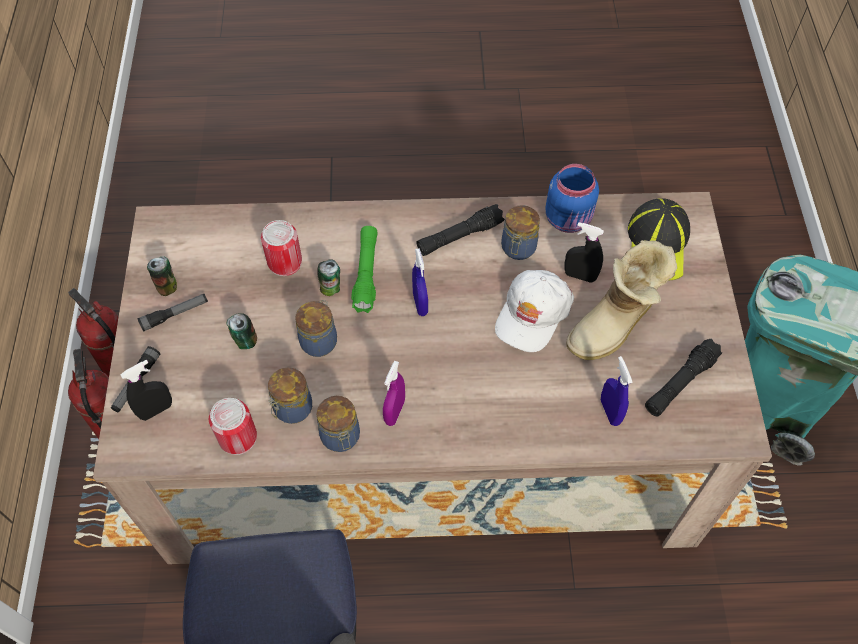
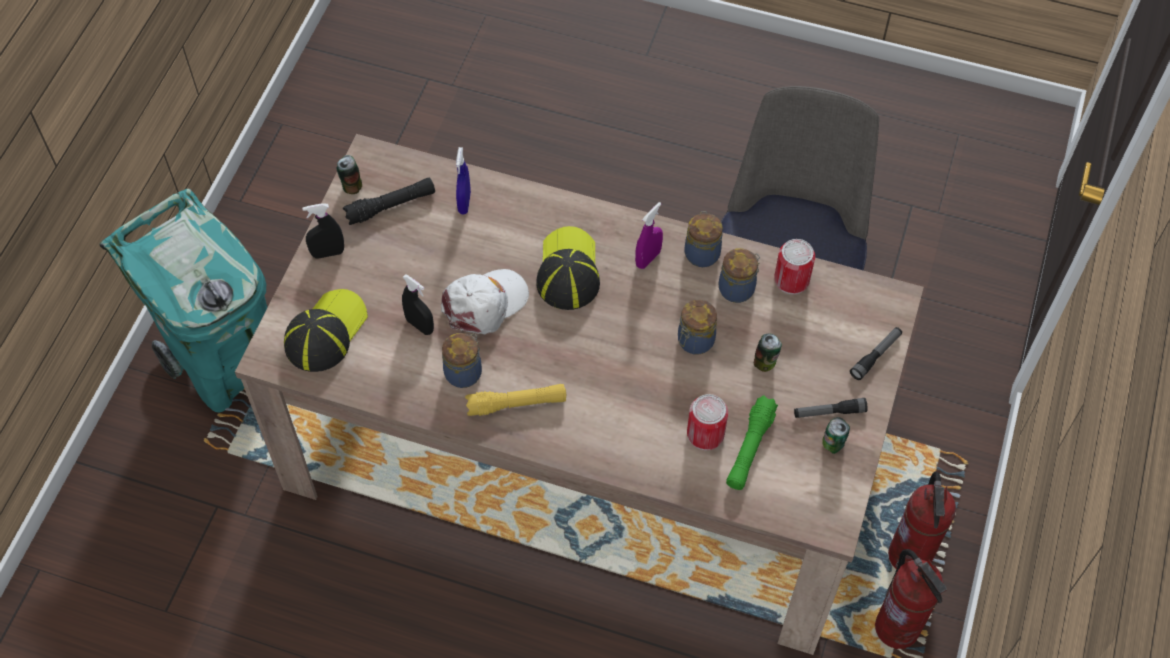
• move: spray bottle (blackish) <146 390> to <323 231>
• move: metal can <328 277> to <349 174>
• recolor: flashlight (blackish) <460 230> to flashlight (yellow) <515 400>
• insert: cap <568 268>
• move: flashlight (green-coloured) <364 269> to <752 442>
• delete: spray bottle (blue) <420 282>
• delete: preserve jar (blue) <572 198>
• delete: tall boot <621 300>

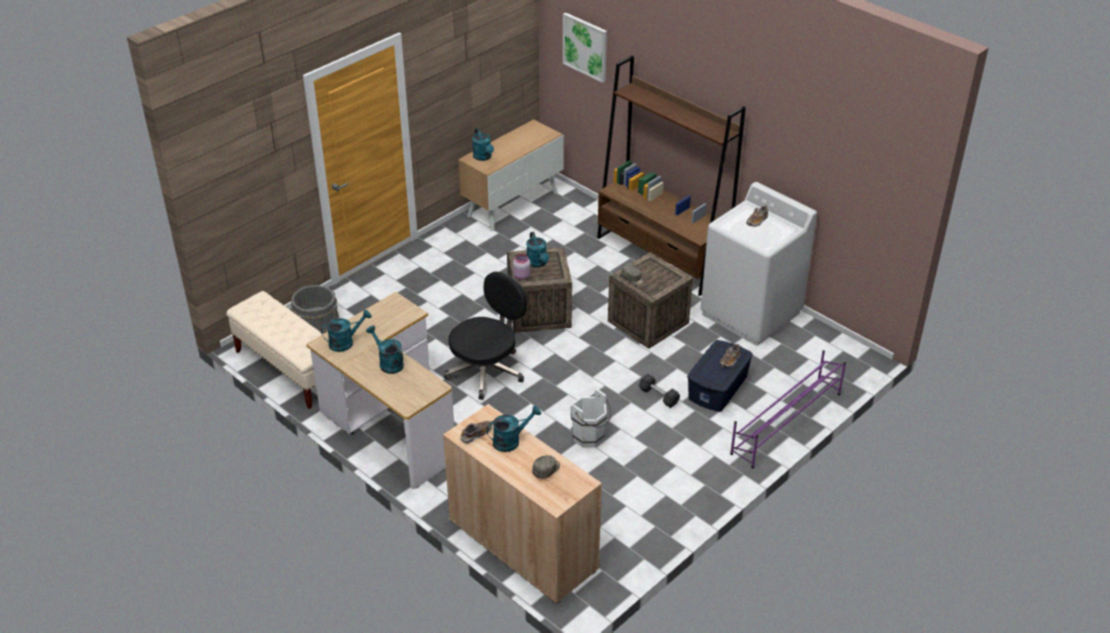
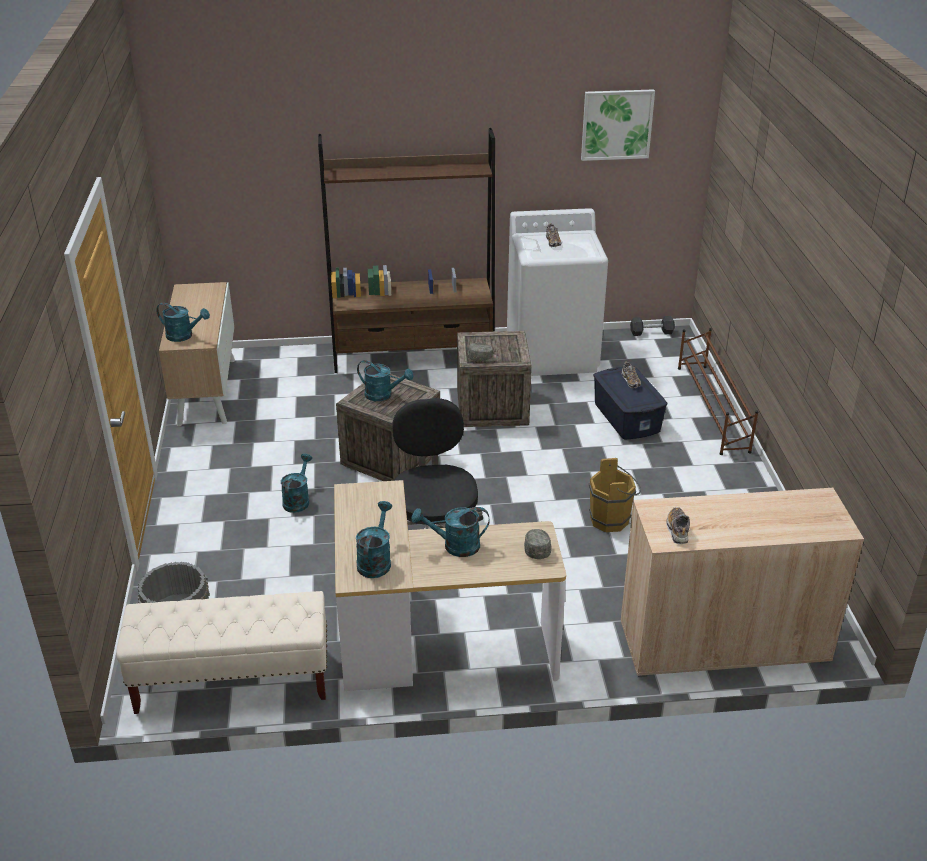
• move: sprinkling can (turquoise) <513 429> to <296 483>
• move: cap (greyish) <546 467> to <537 544>
• move: wall art <585 48> to <618 125>
• recolor: bucket (whitish) <591 418> to bucket (brown-coloured) <615 495>
• move: free weight (blackish) <659 391> to <652 326>
• recolor: shoe shelf (purplish) <788 409> to shoe shelf (brown-coloured) <718 391>
• delete: preserve jar (pinkish) <522 267>

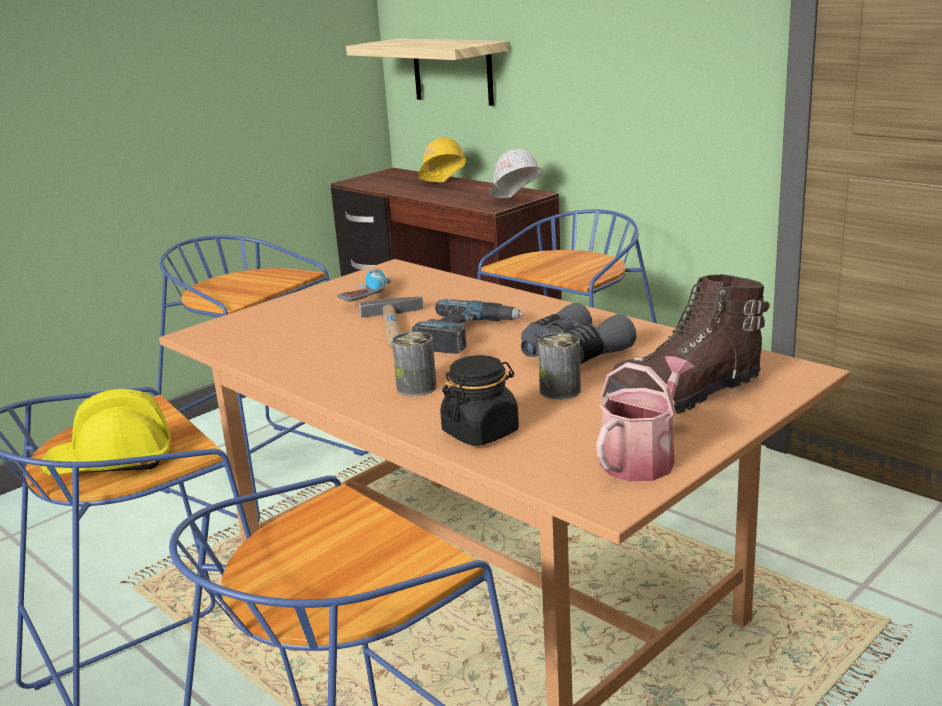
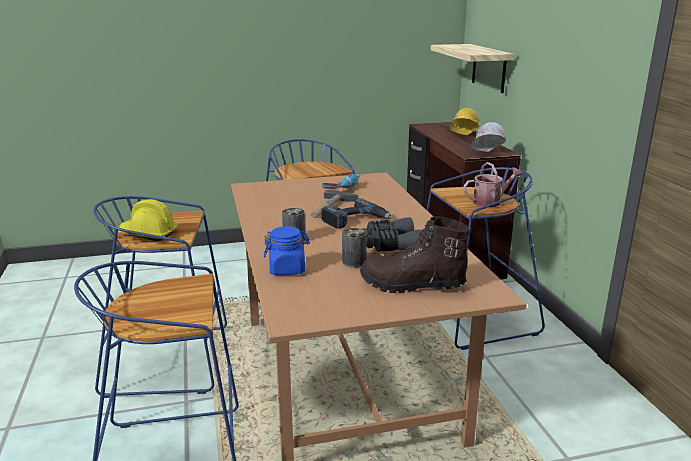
• recolor: preserve jar (blackish) <479 400> to preserve jar (blue) <287 250>
• move: sprinkling can <645 419> to <493 184>

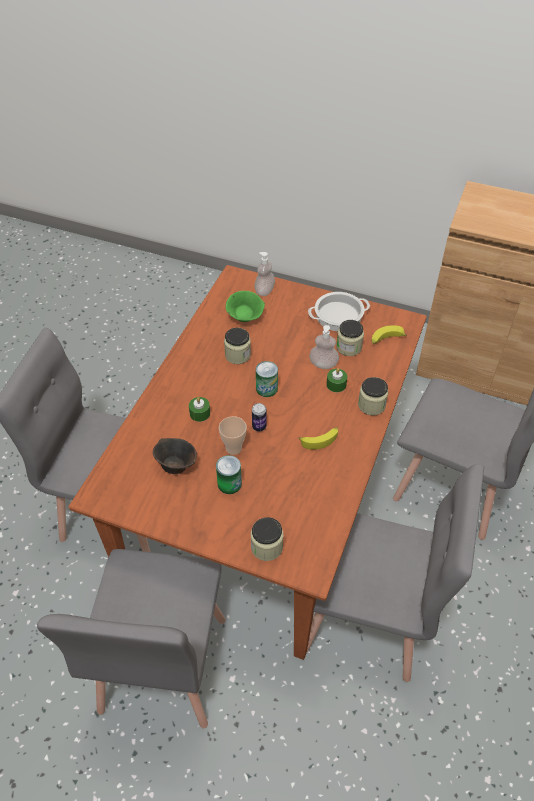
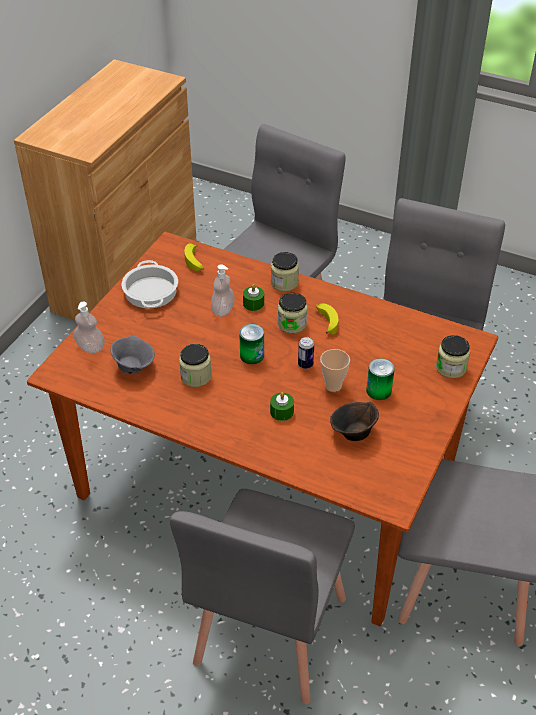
• recolor: bowl (green-coloured) <245 306> to bowl (greyish) <133 355>
• move: preserve jar <350 338> to <292 313>

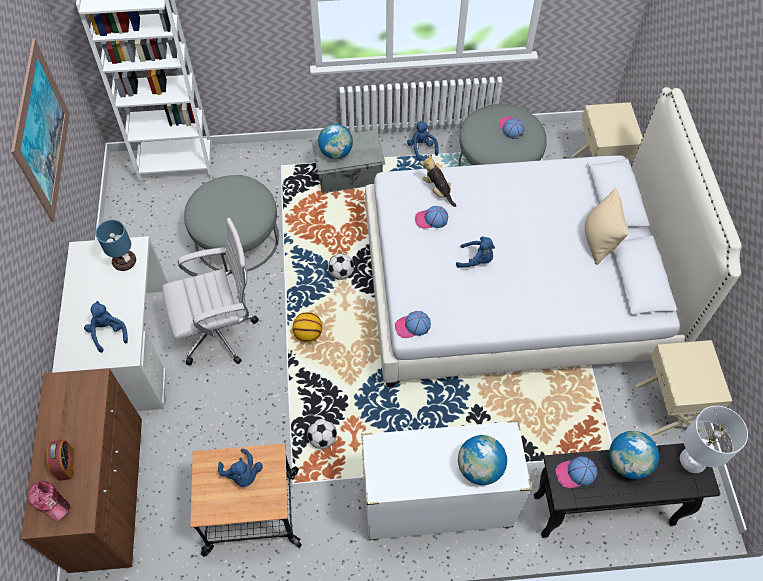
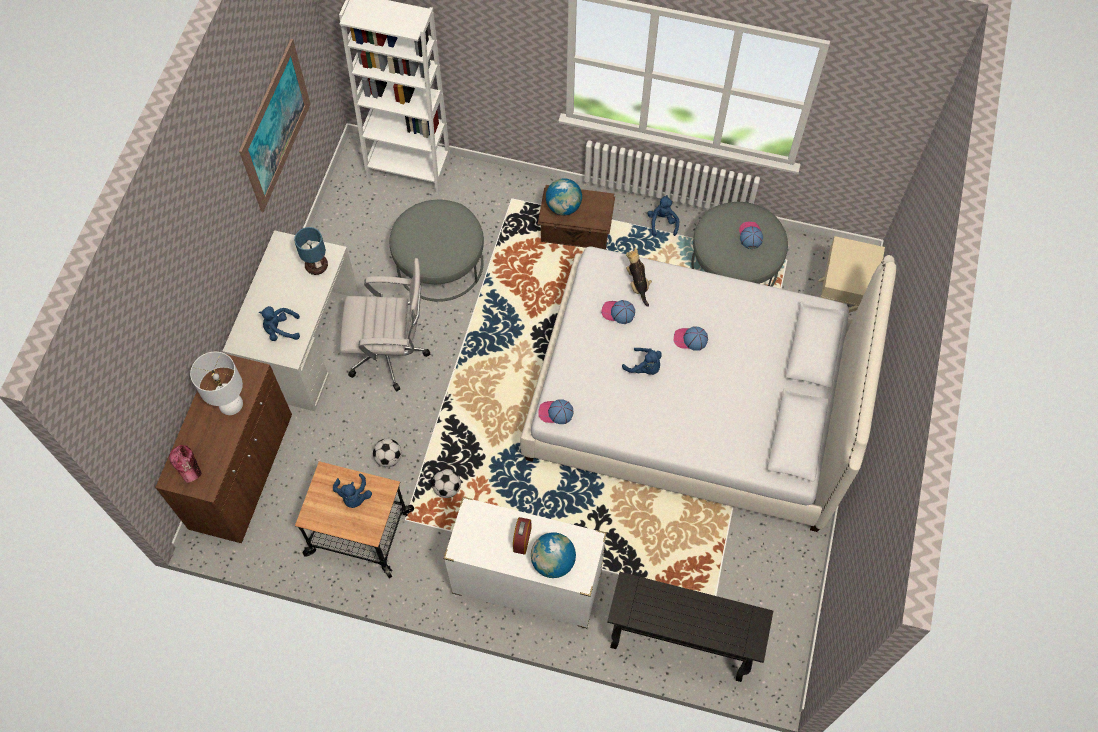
• move: tabletop lamp (whitish) <714 439> to <216 383>
• rotate: soft toy (blue) <106 327> = <279 323> 90 degrees counterclockwise
• move: ball for football <341 266> to <387 453>
• move: bedside clock <60 460> to <522 535>
• recolor: storage bin (greyish) <349 161> to storage bin (brown-coloured) <576 217>
• move: cap <576 472> to <691 339>
• delete: ball for basketball <307 327>
• delete: throw pillow (sand-coloured) <606 226>
• delete: world globe <634 455>
• delete: nightstand (sand-coloured) <684 388>

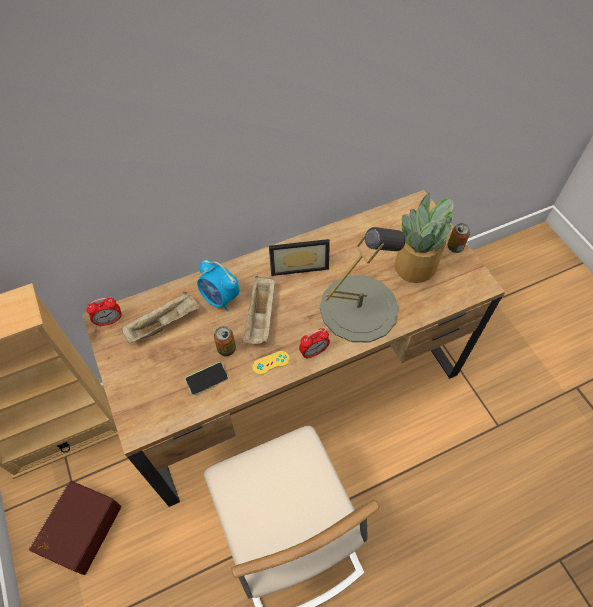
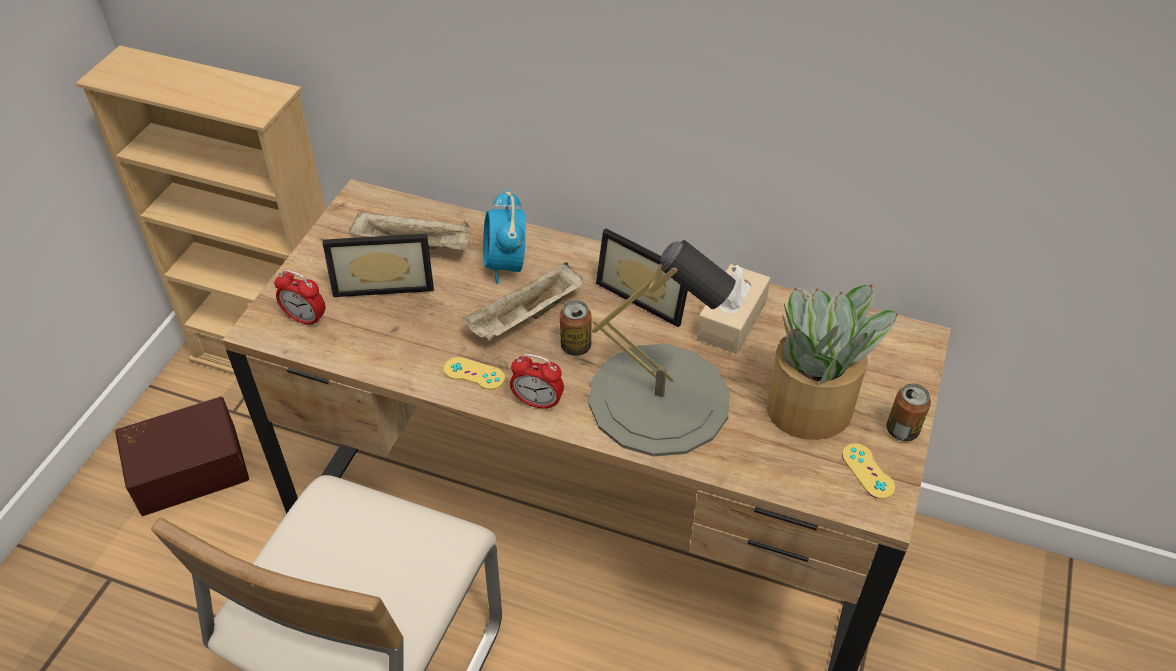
• move: bedside clock <104 312> to <299 298>
• insert: picture frame <378 265>
• move: metal can <225 341> to <576 328>
• insert: box of tissues (sand-coloured) <733 309>
• insert: gamepad (yellow) <868 471>
• delete: telephone <206 378>

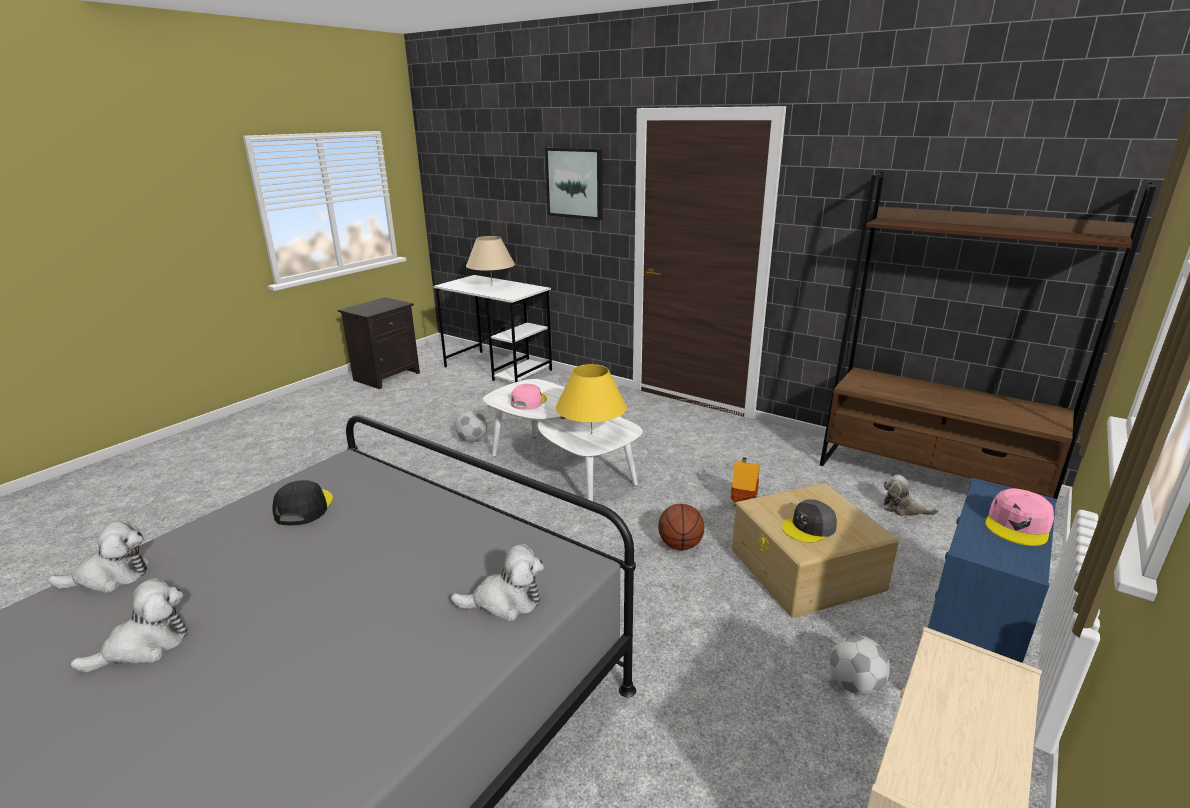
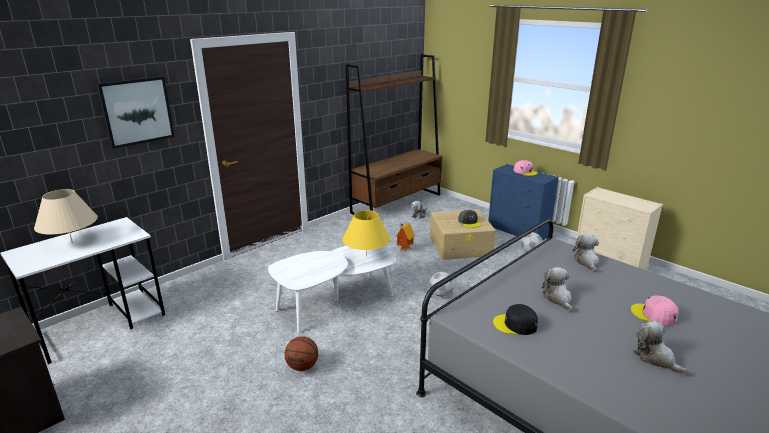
• move: ball for basketball <681 527> to <301 353>
• move: ball for football <471 426> to <441 284>
• move: soft toy <98 556> to <557 289>
• move: cap (pinkish) <529 397> to <655 311>

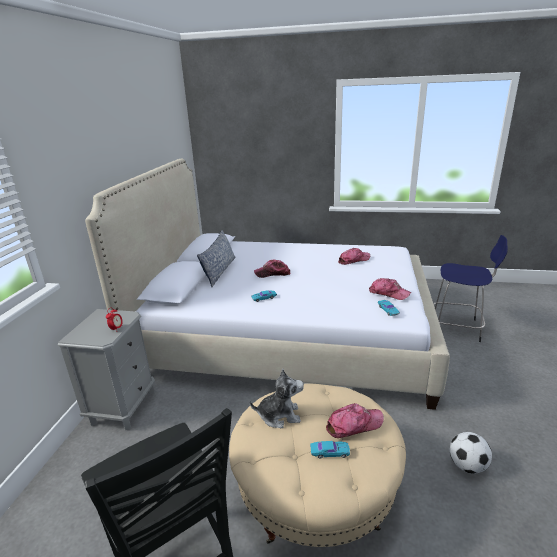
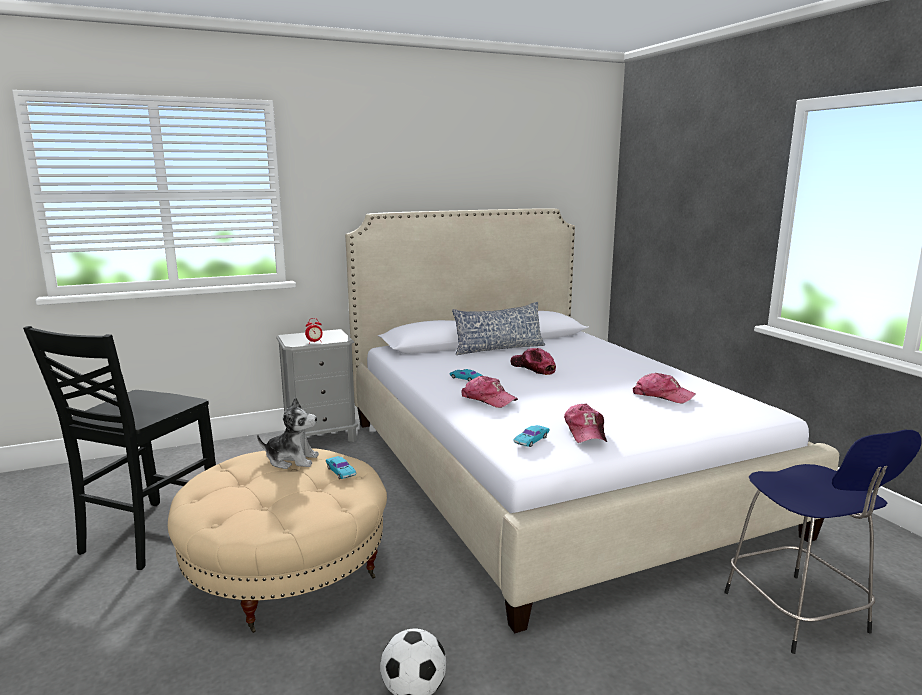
• rotate: soft toy <277 398> = <288 433> 45 degrees counterclockwise
• move: model car (turquoise) <330 450> to <341 467>
• move: cap <355 420> to <490 391>

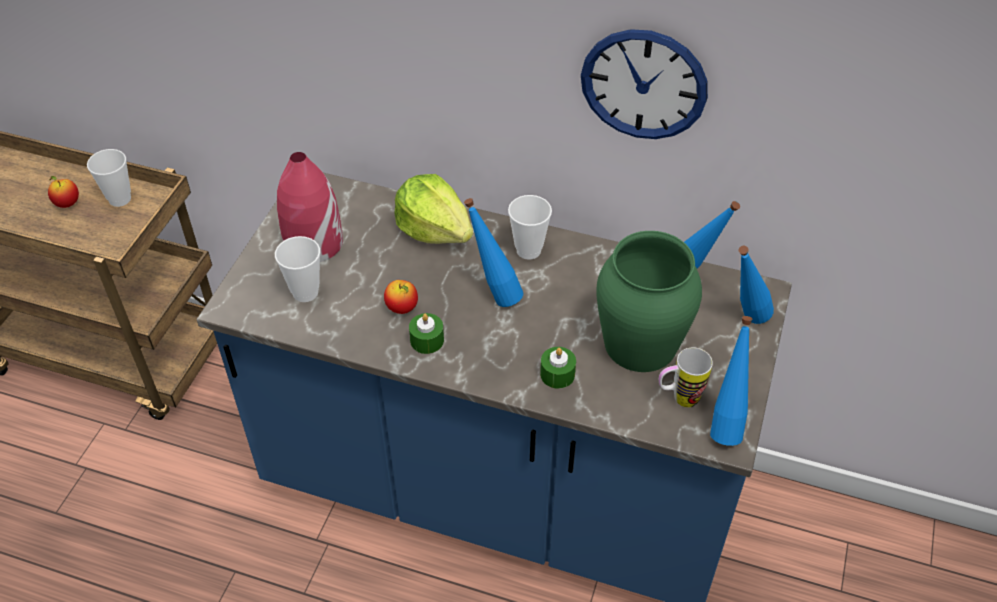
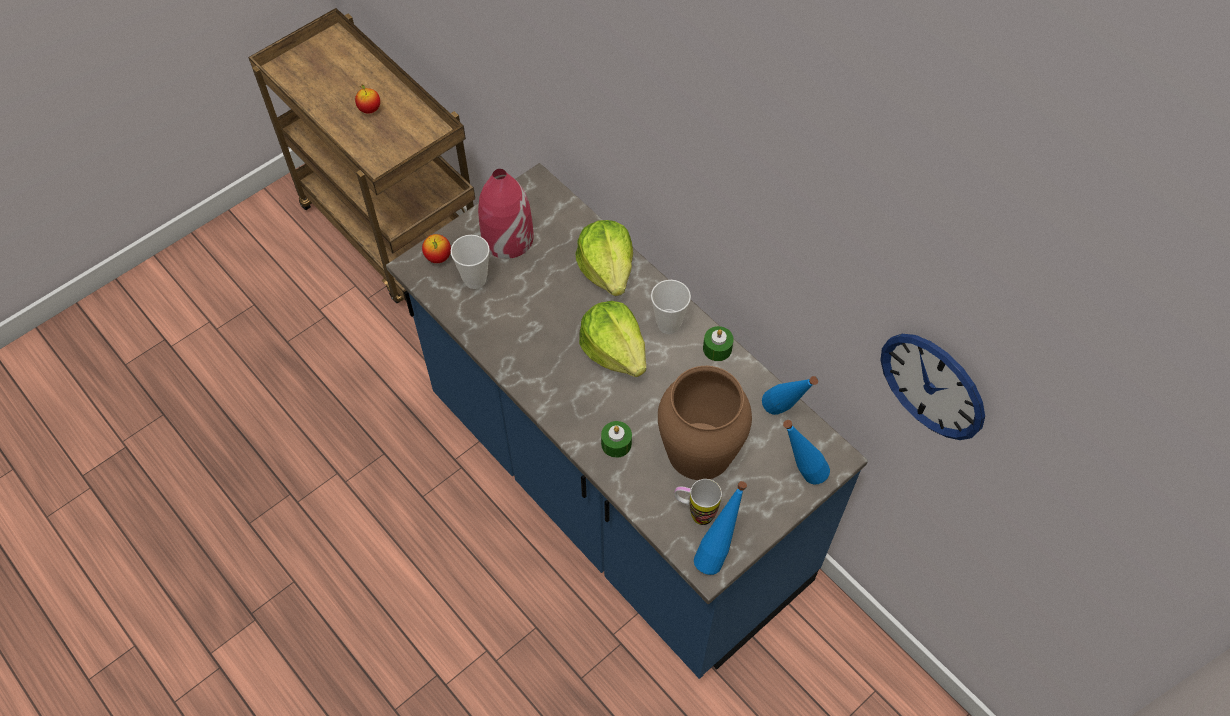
• move: whole apple <401 297> to <436 248>
• replace: bottle (blue) <493 252> to lettuce head <612 339>
• recolor: vase (green-coloured) <649 301> to vase (brown-coloured) <705 423>
• move: wax candle (green-coloured) <426 333> to <718 343>
• move: wall clock <644 84> to <933 387>
• delete: small cup <109 178>

